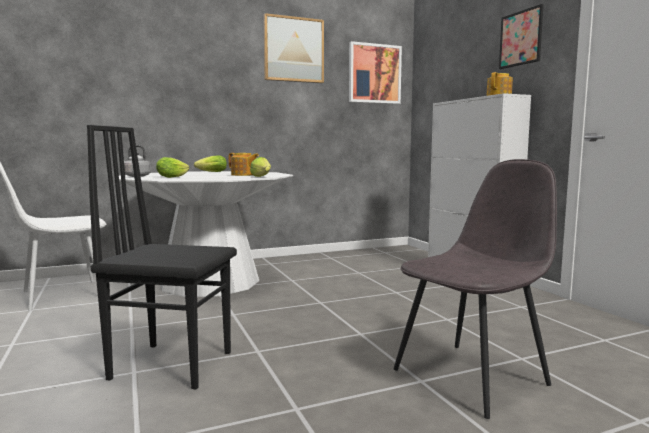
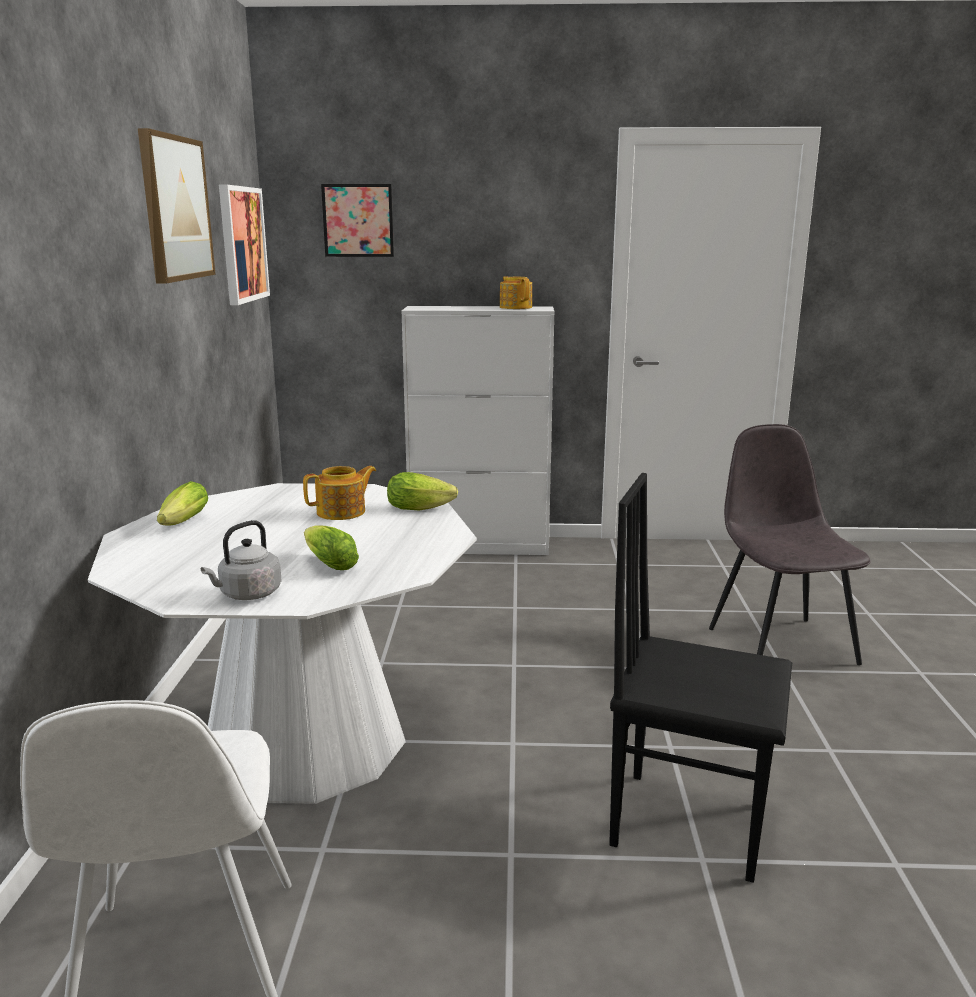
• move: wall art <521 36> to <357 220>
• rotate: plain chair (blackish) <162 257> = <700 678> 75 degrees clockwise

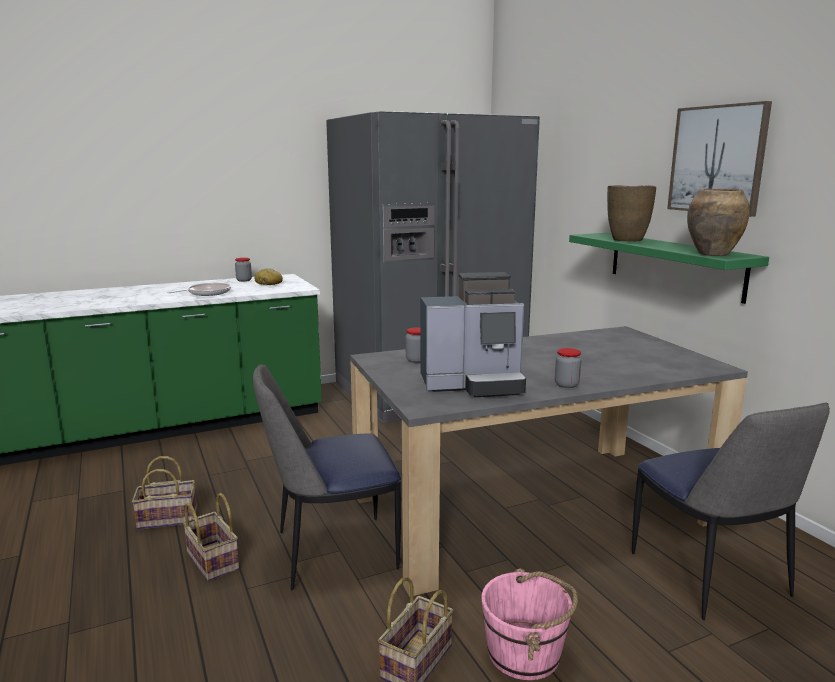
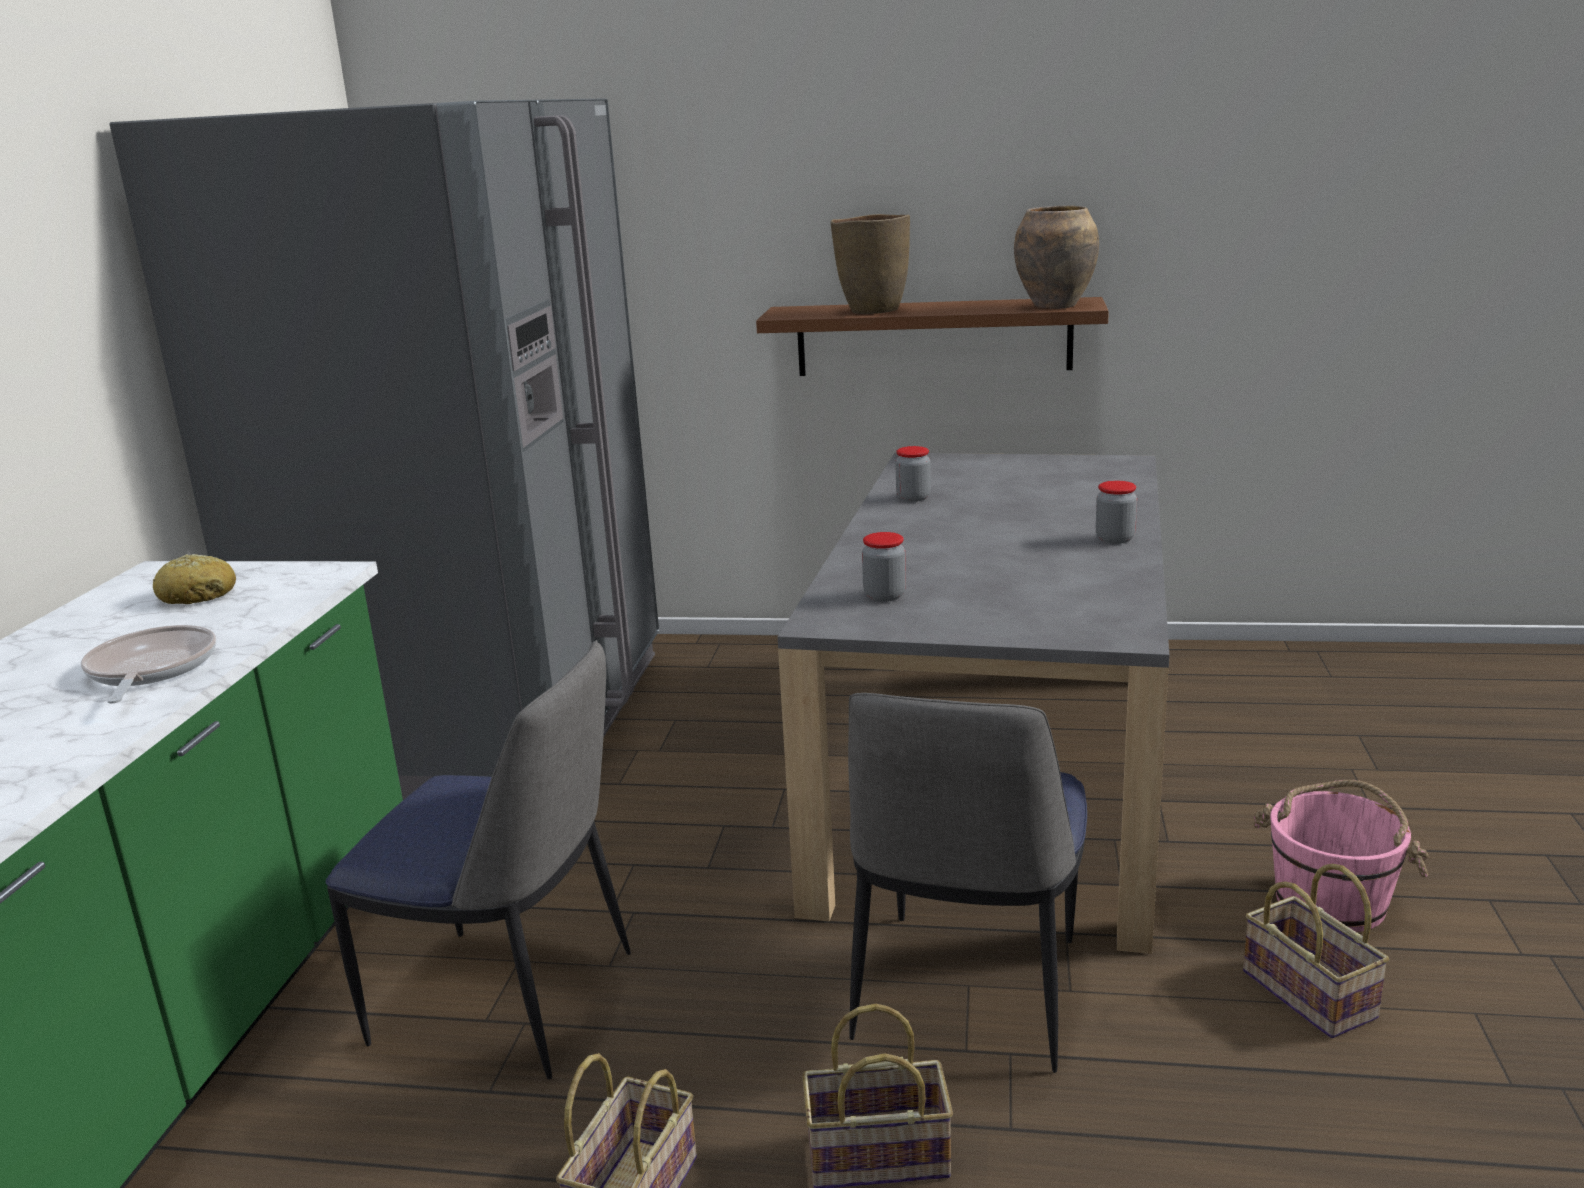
• move: plain chair <731 511> to <478 859>
• recolor: wall shelf (green-coloured) <669 268> to wall shelf (brown-coloured) <932 336>
• move: preserve jar <243 270> to <913 474>
• delete: coffee brewer <473 334>
• delete: wall art <719 159>

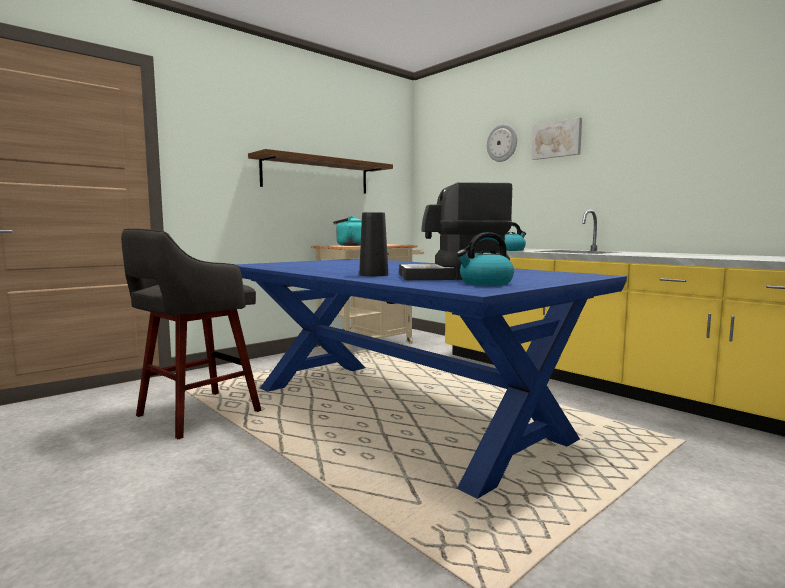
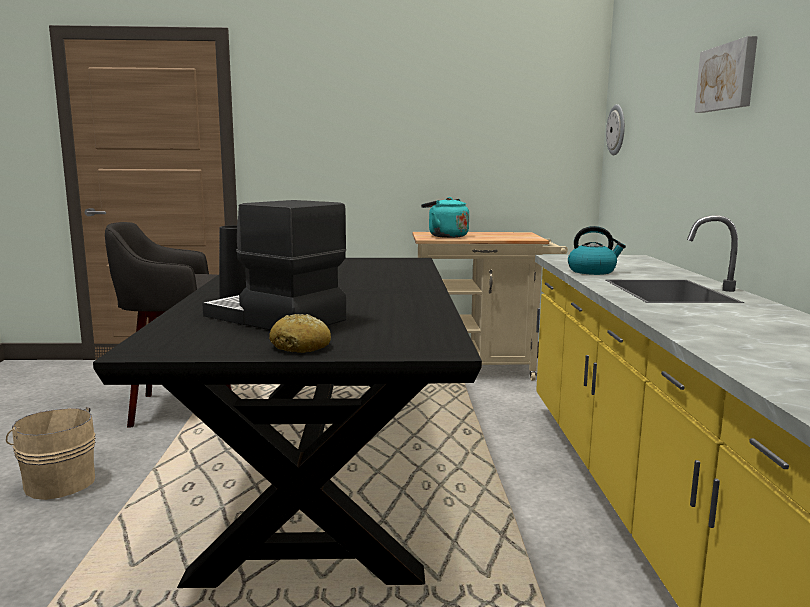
• insert: bucket (sand-coloured) <51 453>
• recolor: dinner table (blue) <431 379> to dinner table (blackish) <287 423>
• insert: bread <300 333>
• move: wall clock <502 143> to <615 129>
• delete: wall shelf <320 171>
• delete: tea kettle <485 259>

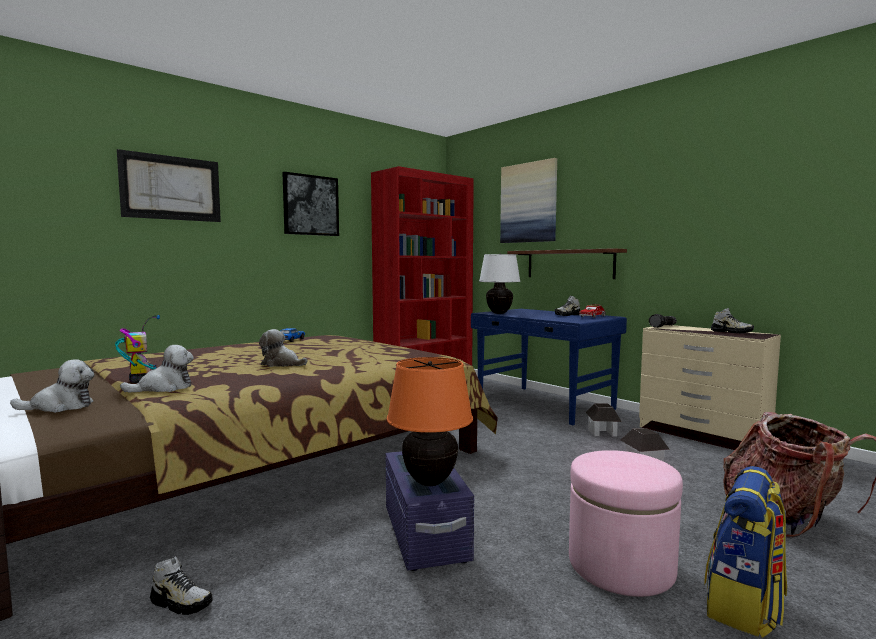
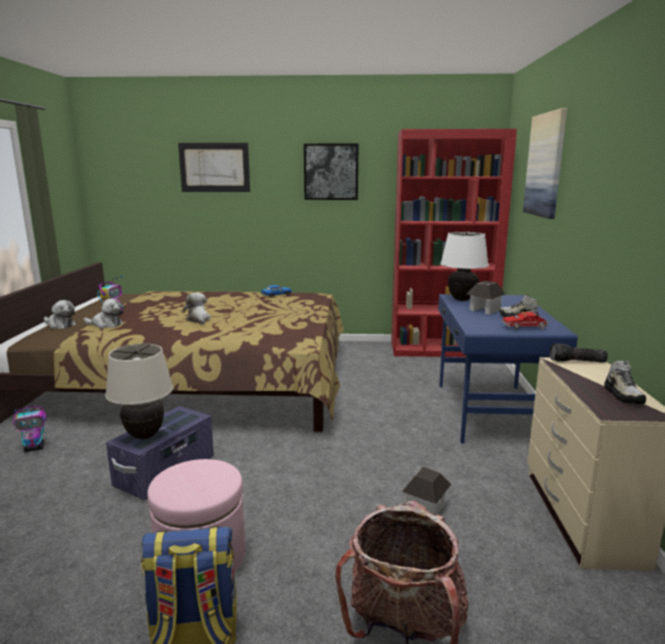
• replace: item of footwear <181 585> to robot figure <30 429>
• recolor: tabletop lamp (orange-coloured) <430 421> to tabletop lamp (sand-coloured) <139 391>
• move: miniature house <604 419> to <486 298>
• delete: wall shelf <567 263>

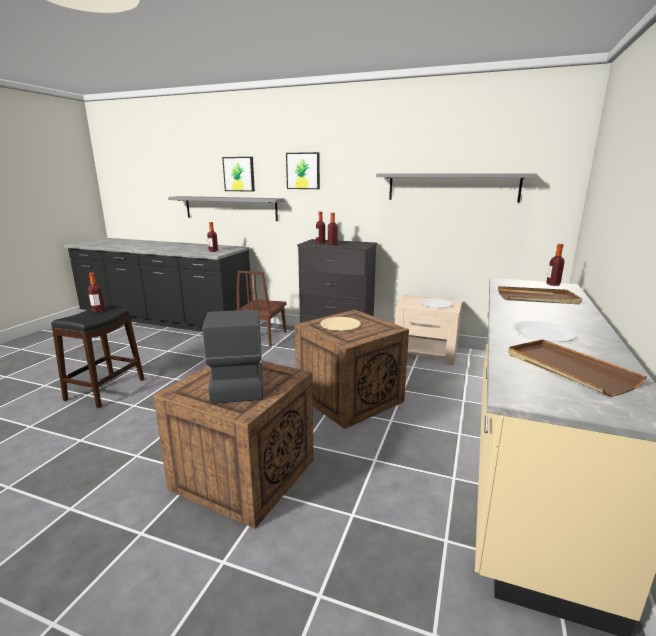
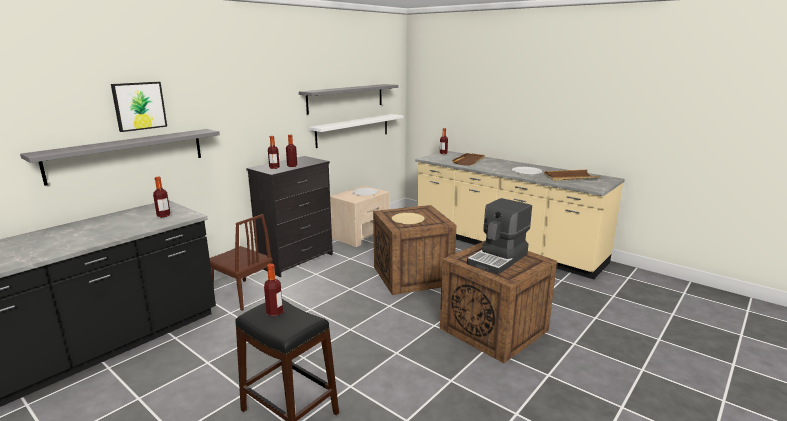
• insert: wall shelf (whitish) <355 131>
• rotate: coffee brewer <233 357> = <499 236> 60 degrees counterclockwise
• delete: wall art <303 170>

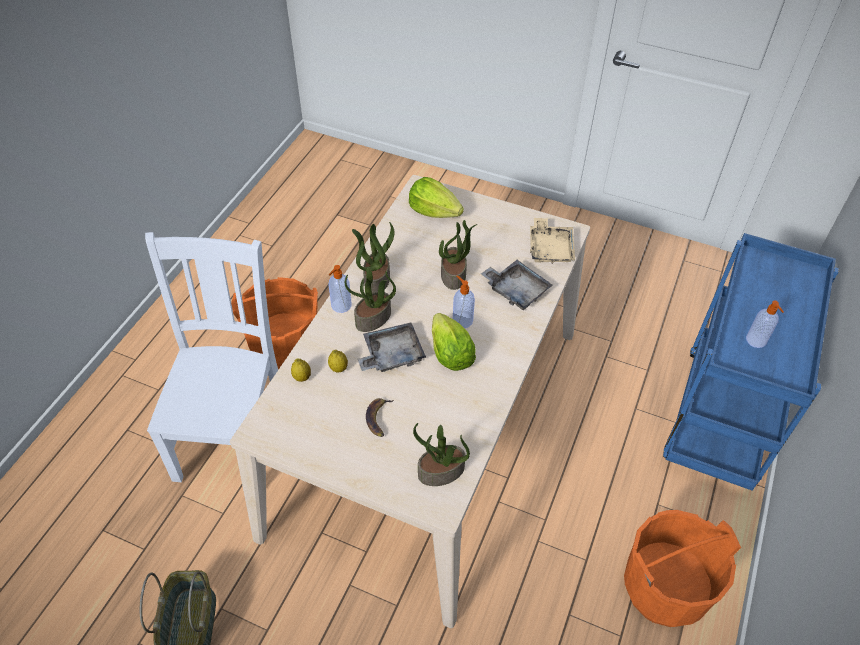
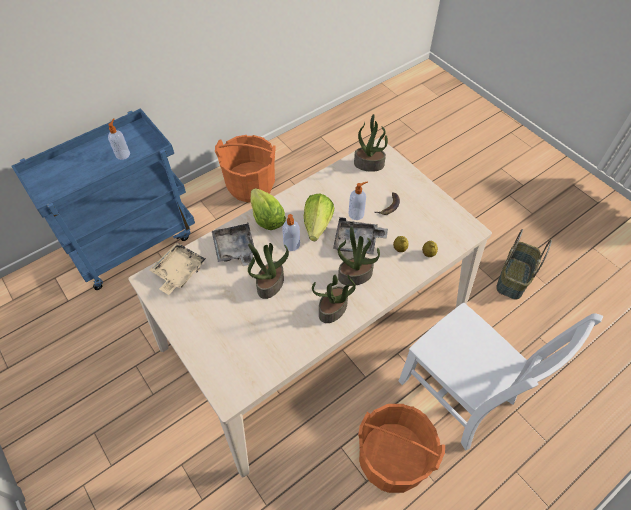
• move: lettuce head <436 197> to <268 209>
• move: soap dispenser <340 289> to <358 200>
• rotate: plain chair (whitish) <211 357> = <501 376> 75 degrees counterclockwise

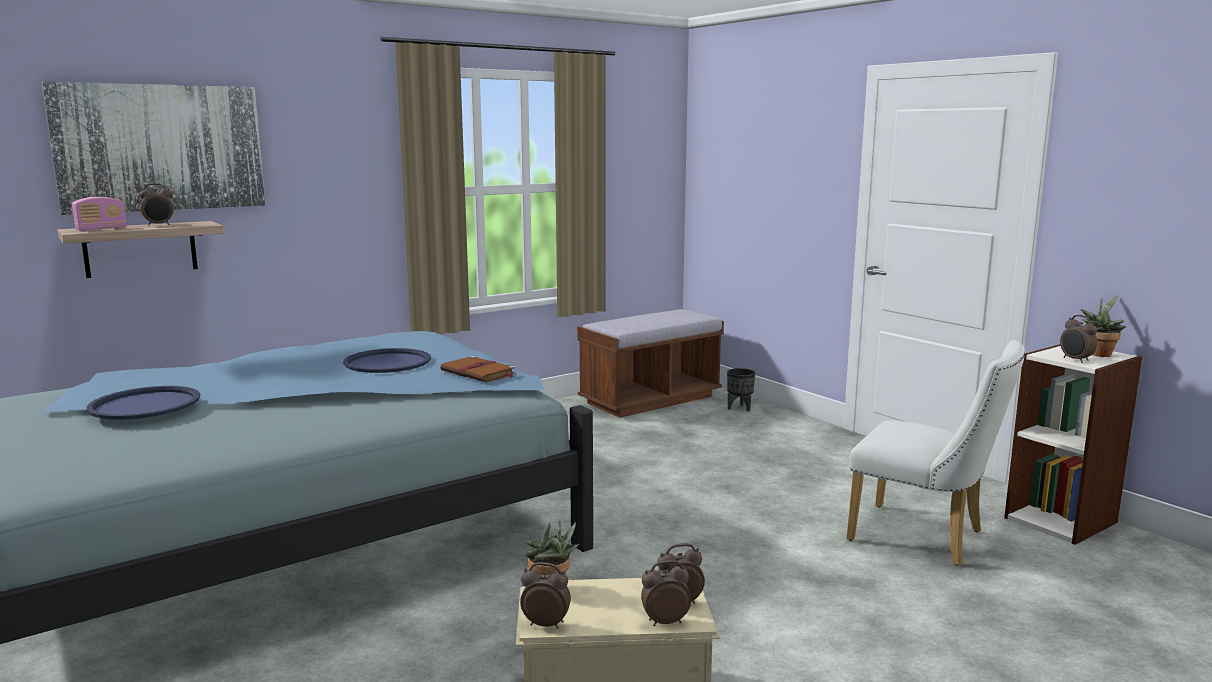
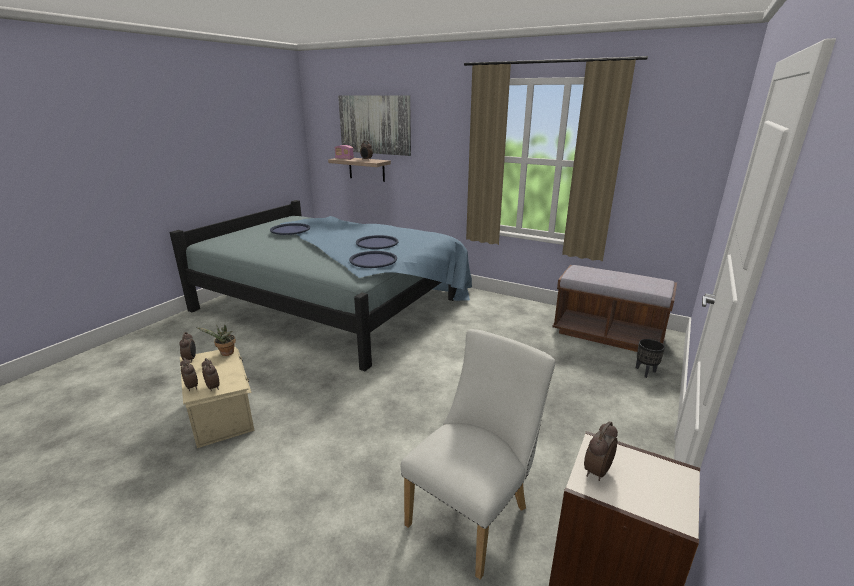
• replace: bound book (brown-coloured) <478 369> to carrying tray (blue) <373 259>
• rotate: plain chair (whitish) <935 453> = <478 454> 150 degrees counterclockwise
• delete: houseplant <1103 326>

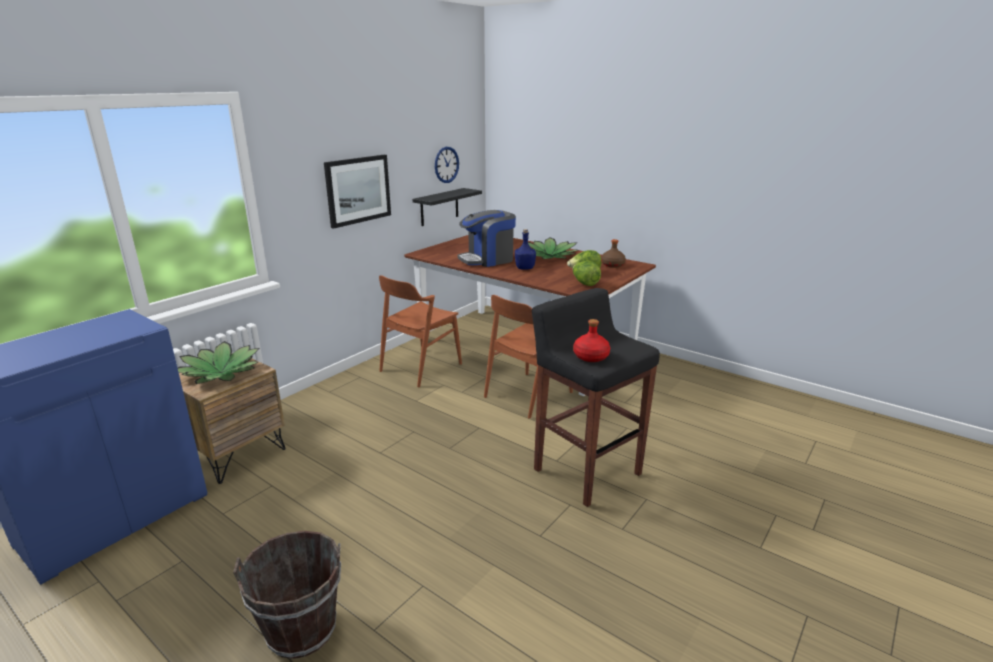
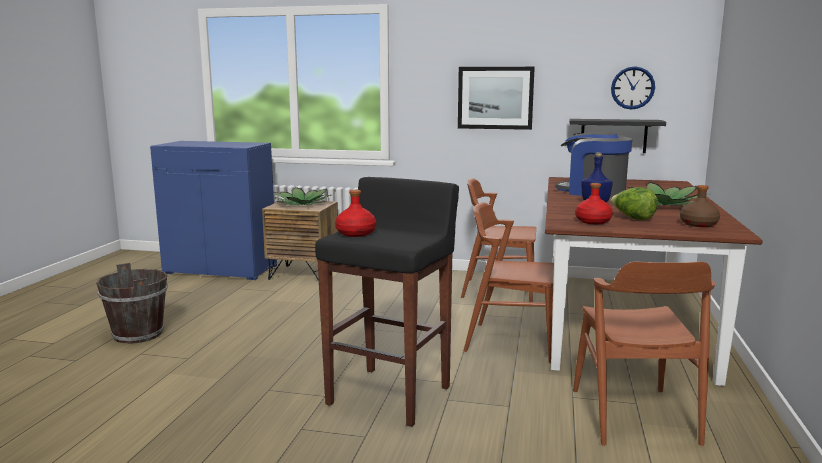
• insert: plain chair (brown-coloured) <644 353>
• replace: lettuce head <587 273> to bottle (red) <594 203>

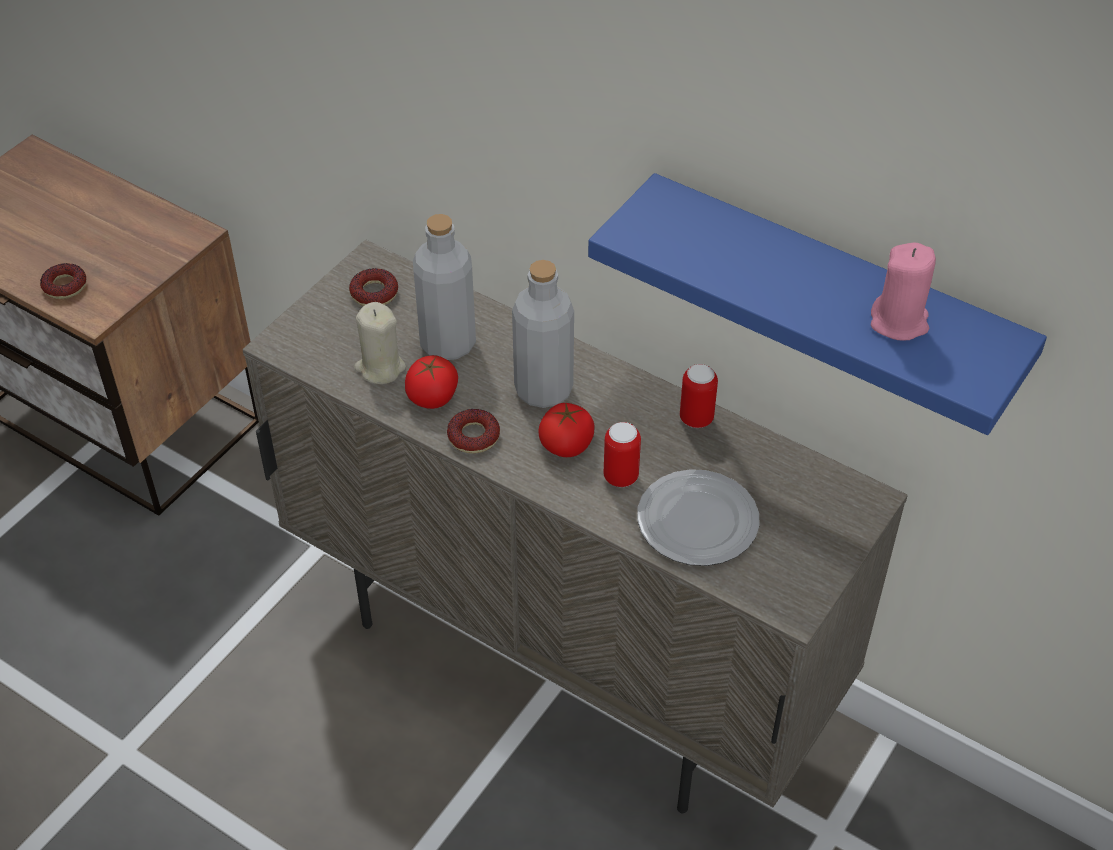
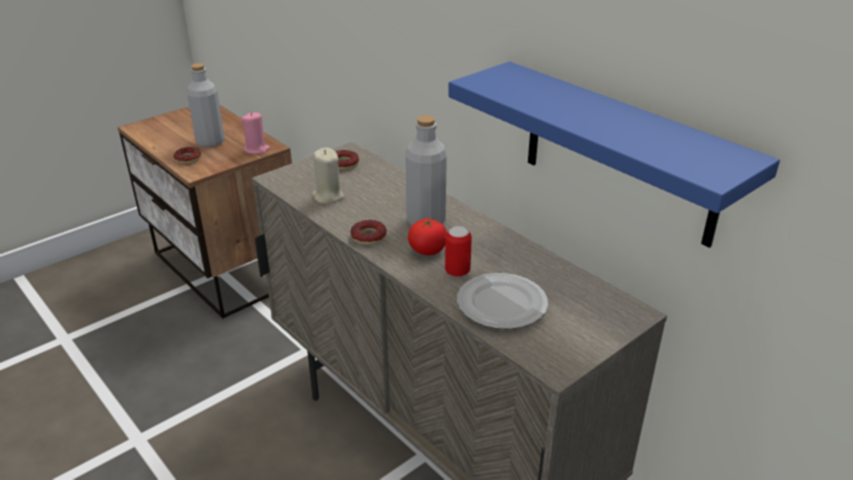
• move: bottle (greyish) <444 287> to <206 105>
• move: wax candle (pinkish) <903 291> to <255 133>
• delete: fresh tomato <431 382>
• delete: metal can <699 396>

